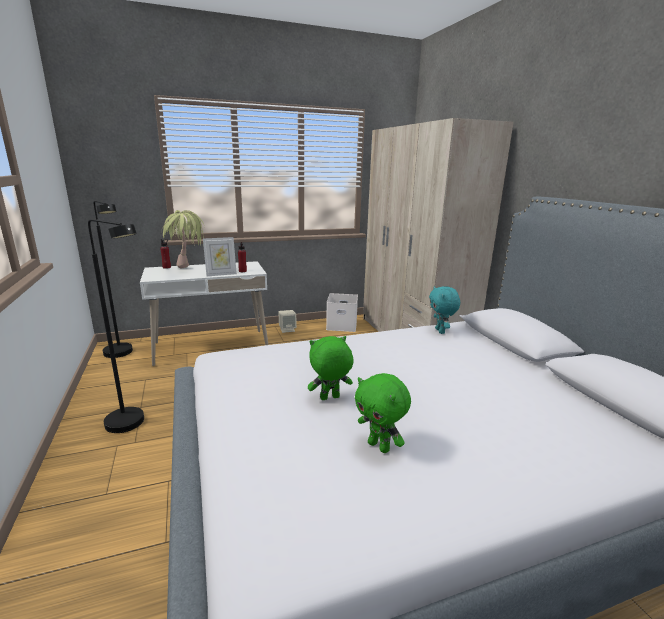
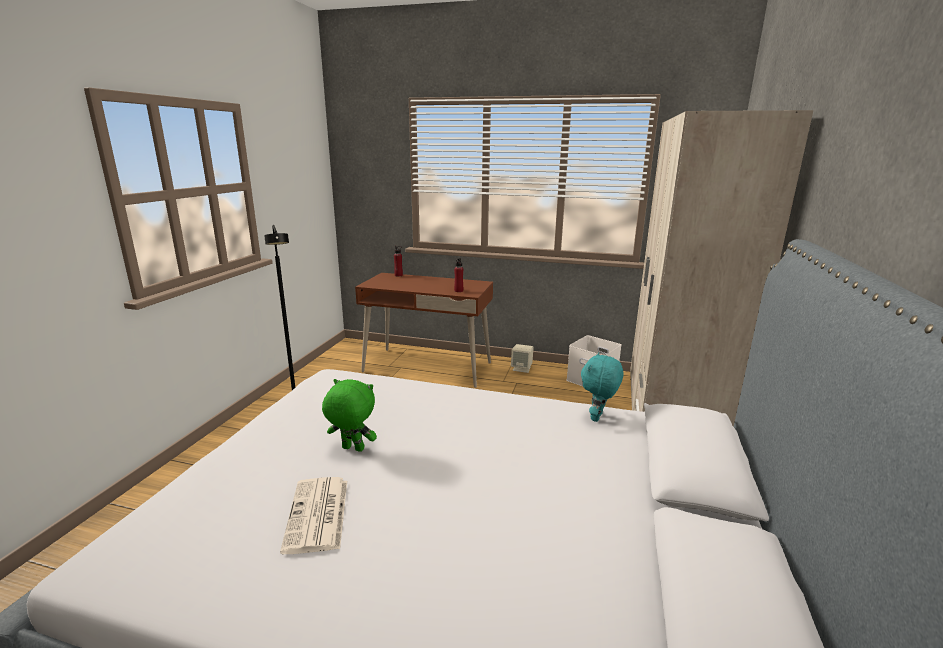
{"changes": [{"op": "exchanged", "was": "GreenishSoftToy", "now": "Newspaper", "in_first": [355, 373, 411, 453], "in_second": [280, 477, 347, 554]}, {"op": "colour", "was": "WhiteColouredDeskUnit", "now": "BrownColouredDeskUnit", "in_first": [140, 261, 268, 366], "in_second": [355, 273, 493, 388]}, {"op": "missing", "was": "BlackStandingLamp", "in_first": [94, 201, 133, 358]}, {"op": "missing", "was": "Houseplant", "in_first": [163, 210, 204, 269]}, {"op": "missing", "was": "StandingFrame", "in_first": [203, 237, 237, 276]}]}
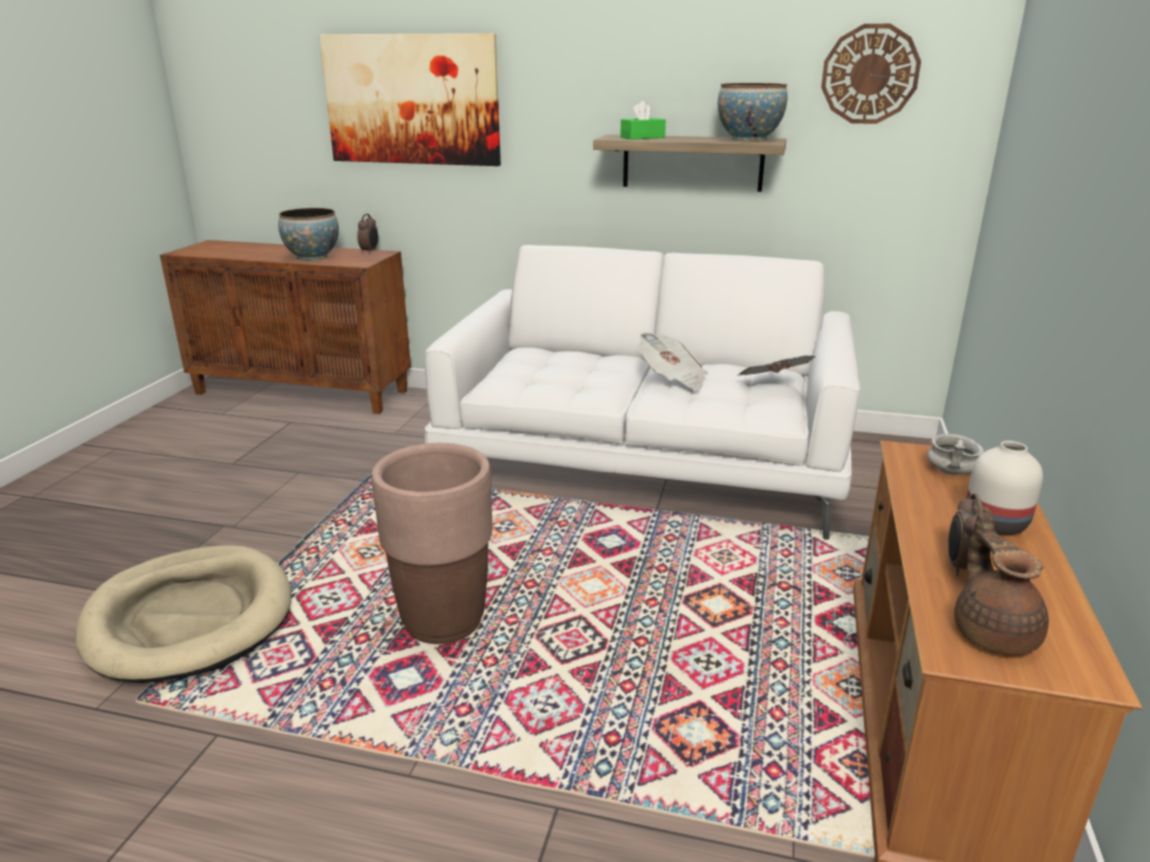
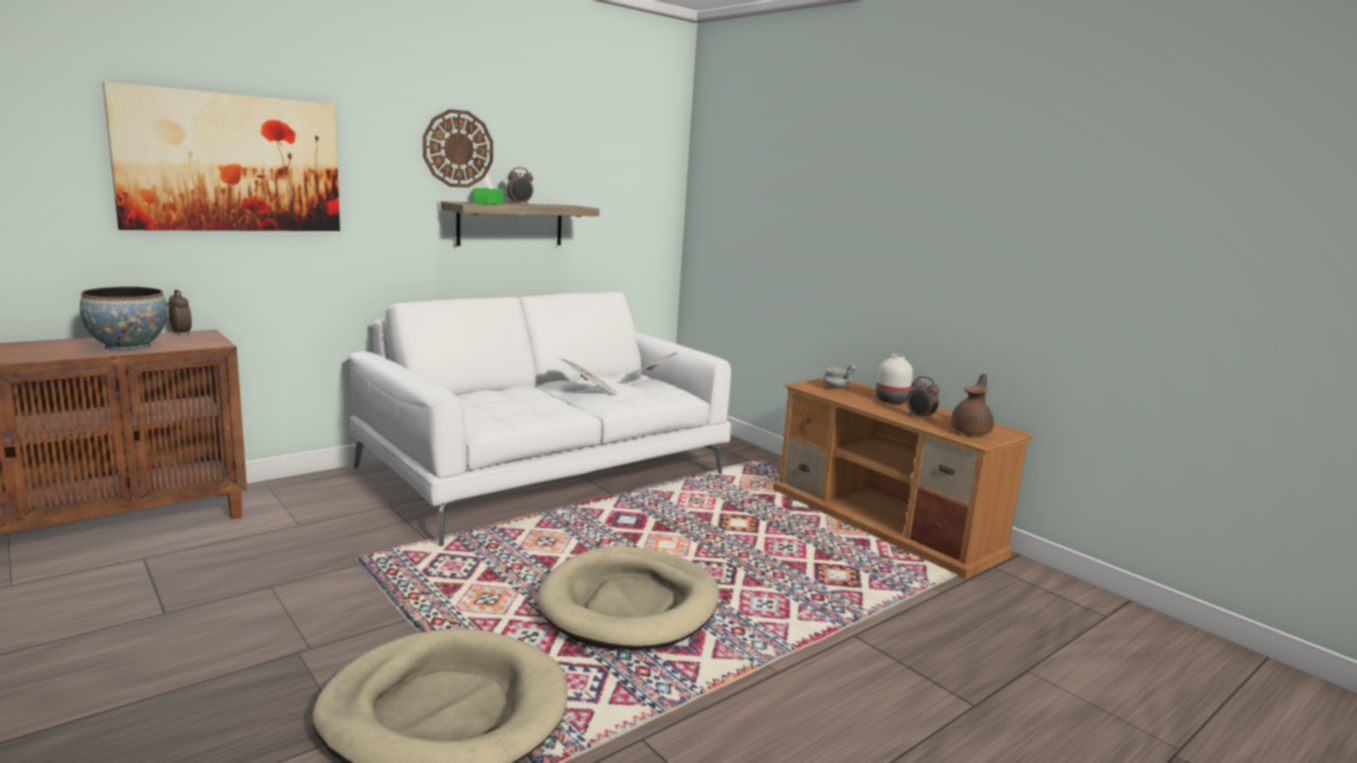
{"changes": [{"op": "relocated", "was": "HangingClock", "in_first": [821, 24, 921, 124], "in_second": [423, 109, 493, 188]}, {"op": "appeared", "now": "AlarmClock", "in_second": [506, 167, 533, 205]}, {"op": "exchanged", "was": "BrownColouredPlantPot", "now": "SandColouredPetBed", "in_first": [371, 443, 492, 644], "in_second": [536, 546, 719, 650]}, {"op": "spun", "was": "BrownColouredTeapot", "in_first": [954, 507, 1049, 655], "in_second": [951, 373, 994, 435], "clockwise": 90}, {"op": "missing", "was": "DeepDish", "in_first": [718, 83, 788, 142]}]}
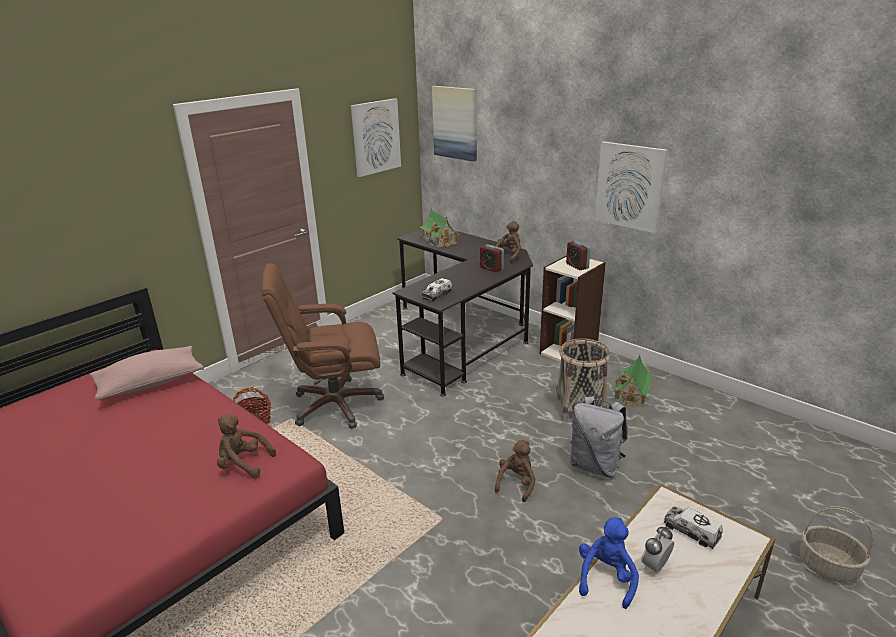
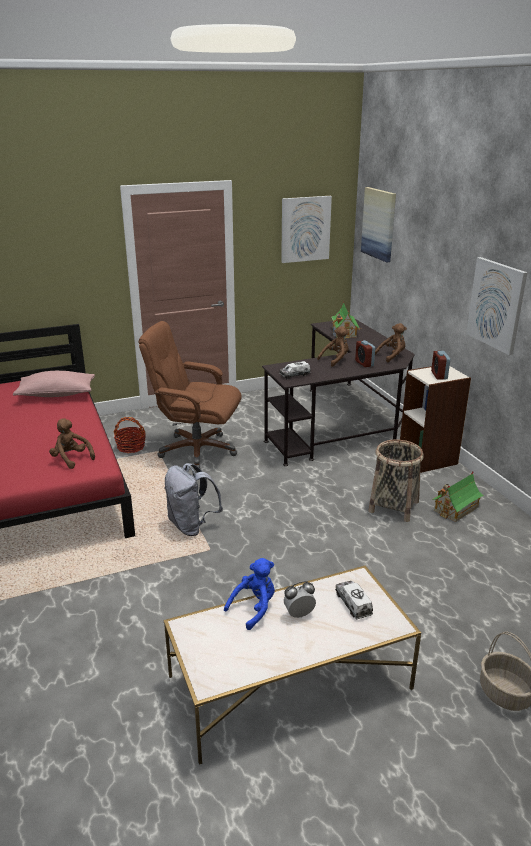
{"changes": [{"op": "relocated", "was": "GreyishRucksack", "in_first": [571, 396, 628, 477], "in_second": [165, 463, 223, 536]}, {"op": "relocated", "was": "BrownColouredSoftToy", "in_first": [495, 440, 535, 502], "in_second": [317, 326, 349, 367]}]}
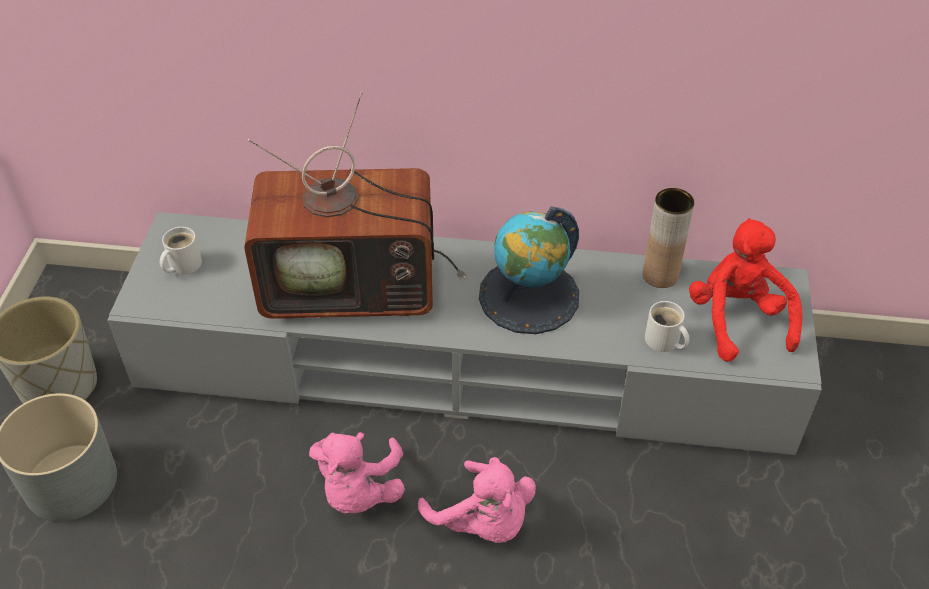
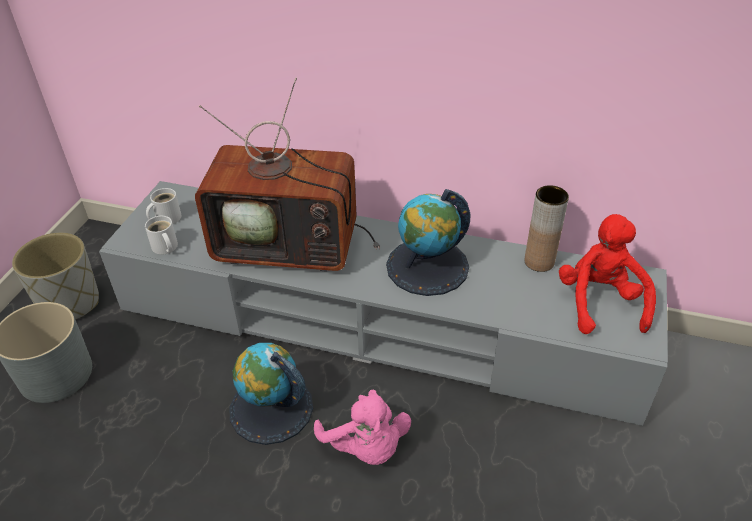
{"changes": [{"op": "relocated", "was": "WhiteColouredCoffeeMug", "in_first": [645, 301, 689, 352], "in_second": [145, 216, 178, 255]}, {"op": "exchanged", "was": "PinkishSoftToy", "now": "Globe", "in_first": [309, 432, 405, 513], "in_second": [229, 343, 313, 445]}]}
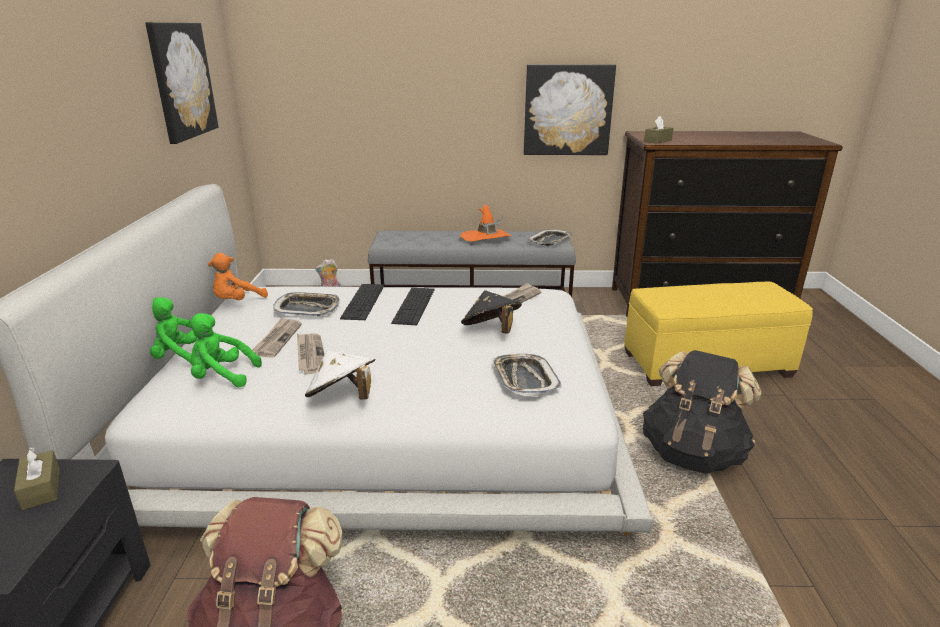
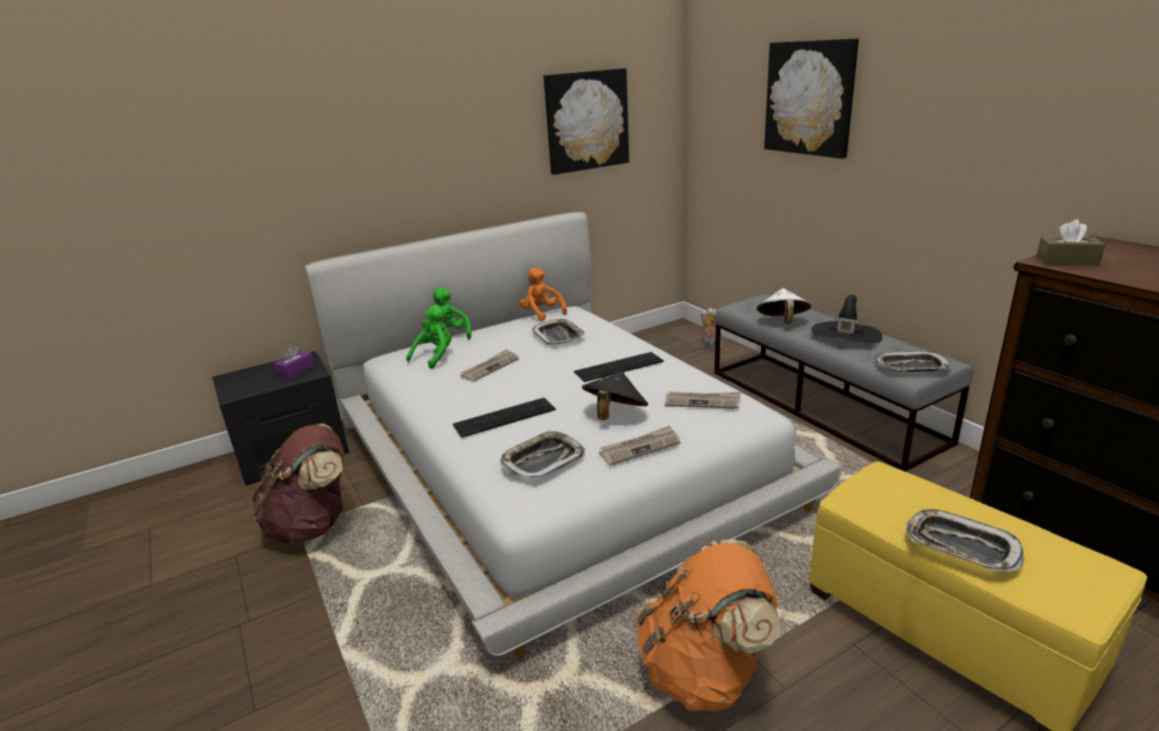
{"changes": [{"op": "colour", "was": "BrownColouredTissueBox", "now": "PurpleTissueBox", "in_first": [14, 447, 60, 510], "in_second": [274, 346, 314, 379]}, {"op": "spun", "was": "GreenishSoftToy", "in_first": [189, 313, 262, 387], "in_second": [406, 305, 452, 369], "clockwise": 60}, {"op": "relocated", "was": "ComputerKeyboard", "in_first": [340, 284, 384, 320], "in_second": [453, 398, 556, 438]}, {"op": "spun", "was": "OrangeySoftToy", "in_first": [208, 253, 268, 300], "in_second": [519, 268, 567, 321], "clockwise": 45}, {"op": "relocated", "was": "Newspaper", "in_first": [252, 317, 302, 358], "in_second": [599, 426, 680, 465]}, {"op": "colour", "was": "BlackRucksack", "now": "OrangeyRucksack", "in_first": [643, 350, 761, 474], "in_second": [637, 539, 780, 711]}, {"op": "relocated", "was": "WhiteColouredHat", "in_first": [305, 351, 375, 400], "in_second": [757, 288, 811, 324]}, {"op": "relocated", "was": "WallPicture", "in_first": [524, 64, 616, 155], "in_second": [764, 38, 859, 159]}, {"op": "colour", "was": "OrangeyHat", "now": "BlackHat", "in_first": [460, 205, 512, 241], "in_second": [811, 295, 882, 343]}, {"op": "appeared", "now": "ServingTray", "in_second": [905, 509, 1024, 572]}]}
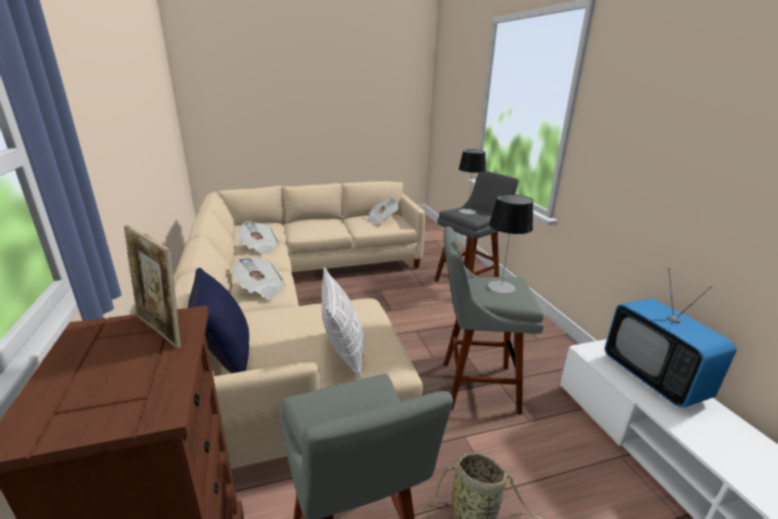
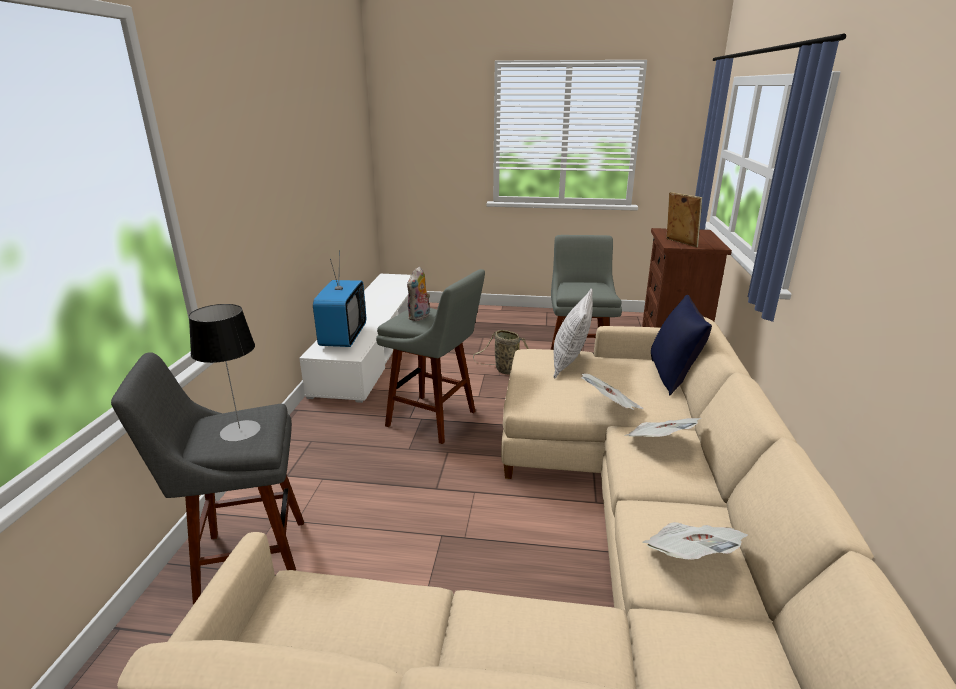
{"changes": [{"op": "exchanged", "was": "TableLamp", "now": "SoftToy", "in_first": [488, 194, 533, 294], "in_second": [407, 267, 430, 321]}, {"op": "relocated", "was": "Newspaper", "in_first": [365, 199, 399, 224], "in_second": [580, 373, 644, 410]}]}
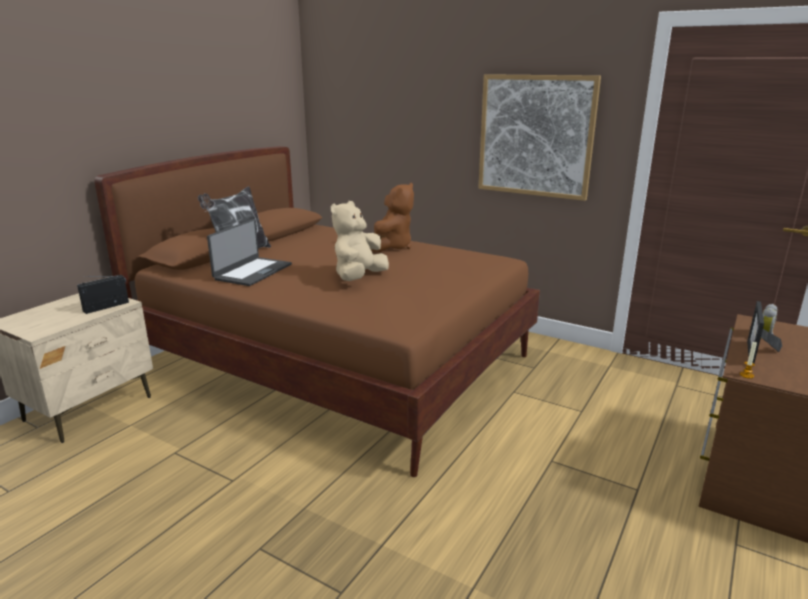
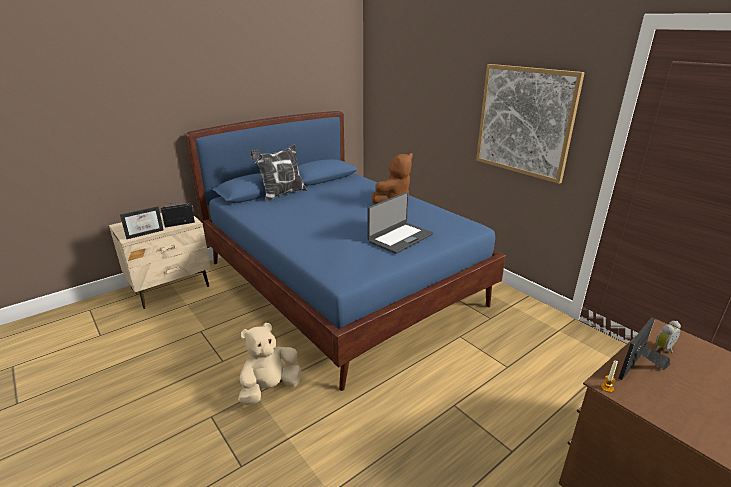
{"changes": [{"op": "appeared", "now": "StandingFrame", "in_second": [120, 206, 164, 239]}, {"op": "colour", "was": "BrownColouredSleepingBed", "now": "BluishSleepingBed", "in_first": [94, 146, 540, 477], "in_second": [186, 111, 506, 391]}, {"op": "relocated", "was": "SandColouredSoftToy", "in_first": [331, 201, 389, 281], "in_second": [238, 323, 302, 405]}, {"op": "relocated", "was": "Laptop", "in_first": [207, 219, 292, 286], "in_second": [367, 192, 433, 254]}]}
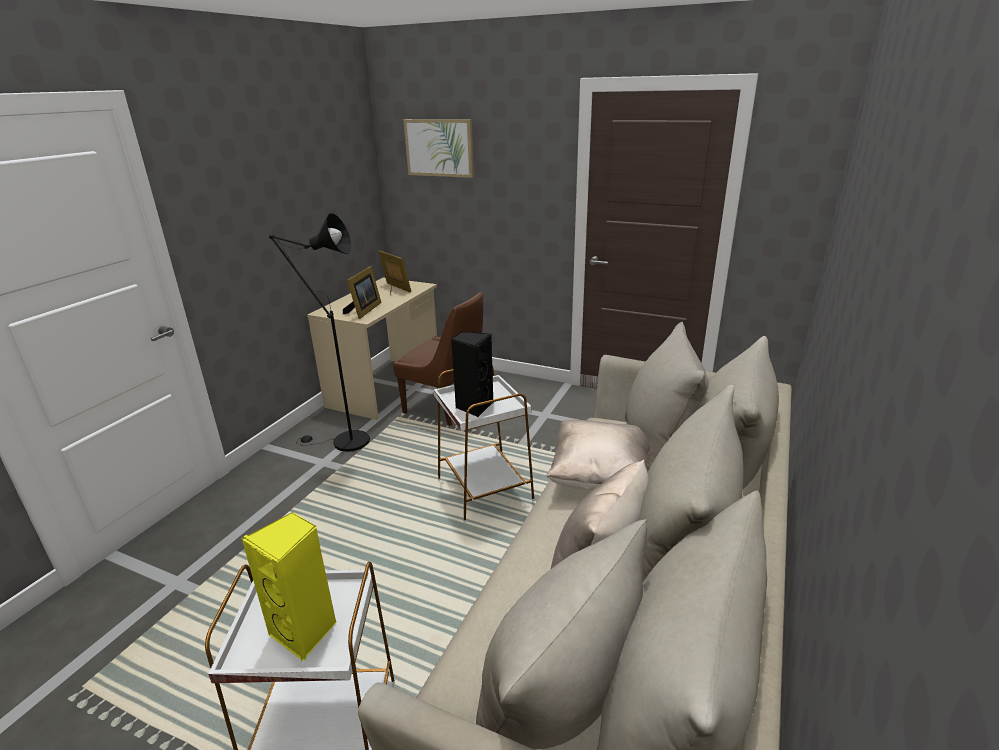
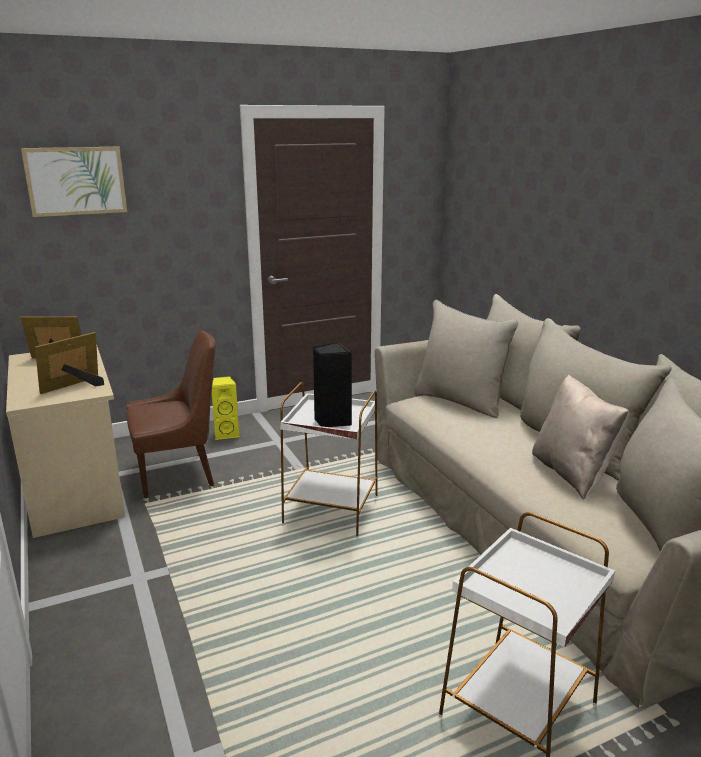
{"changes": [{"op": "spun", "was": "StandingFrame", "in_first": [343, 266, 382, 319], "in_second": [35, 332, 104, 394], "clockwise": -105}, {"op": "relocated", "was": "YellowishSpeaker", "in_first": [242, 512, 336, 661], "in_second": [212, 376, 240, 440]}, {"op": "missing", "was": "BlackStandingLamp", "in_first": [269, 213, 370, 452]}, {"op": "missing", "was": "SandColouredThrowPillow", "in_first": [546, 420, 650, 491]}]}
